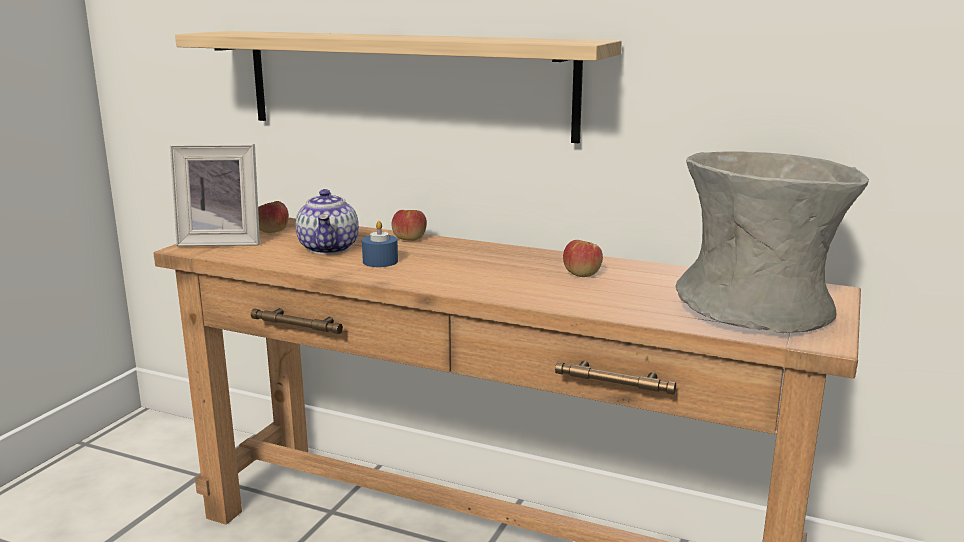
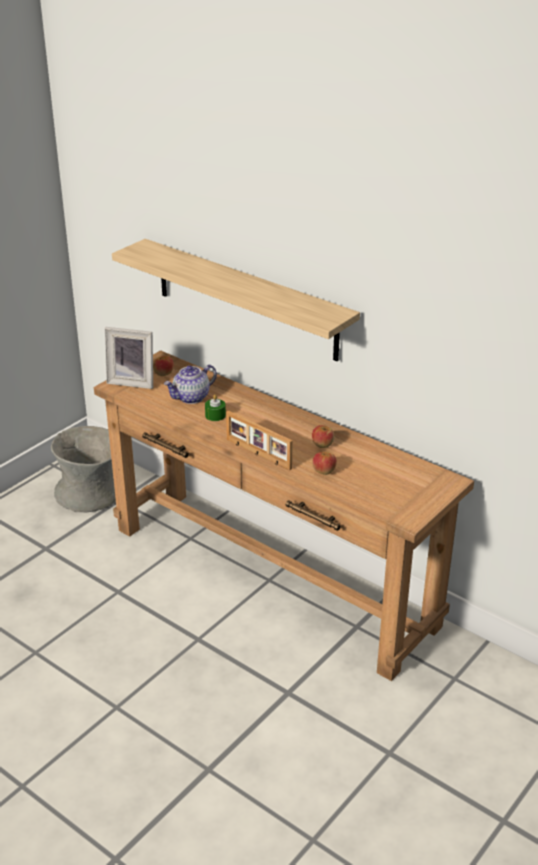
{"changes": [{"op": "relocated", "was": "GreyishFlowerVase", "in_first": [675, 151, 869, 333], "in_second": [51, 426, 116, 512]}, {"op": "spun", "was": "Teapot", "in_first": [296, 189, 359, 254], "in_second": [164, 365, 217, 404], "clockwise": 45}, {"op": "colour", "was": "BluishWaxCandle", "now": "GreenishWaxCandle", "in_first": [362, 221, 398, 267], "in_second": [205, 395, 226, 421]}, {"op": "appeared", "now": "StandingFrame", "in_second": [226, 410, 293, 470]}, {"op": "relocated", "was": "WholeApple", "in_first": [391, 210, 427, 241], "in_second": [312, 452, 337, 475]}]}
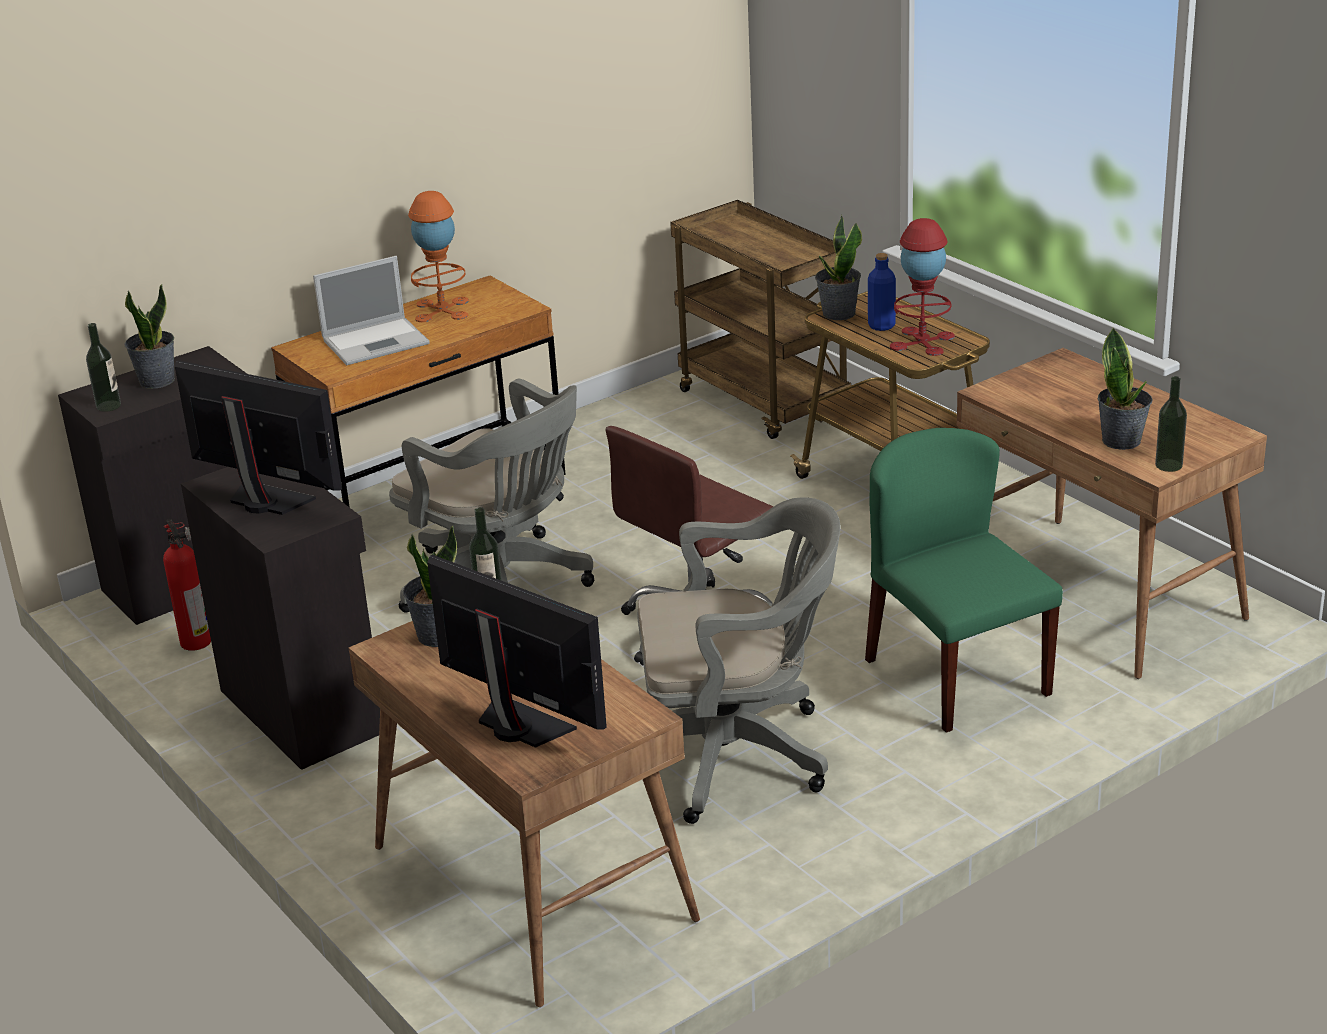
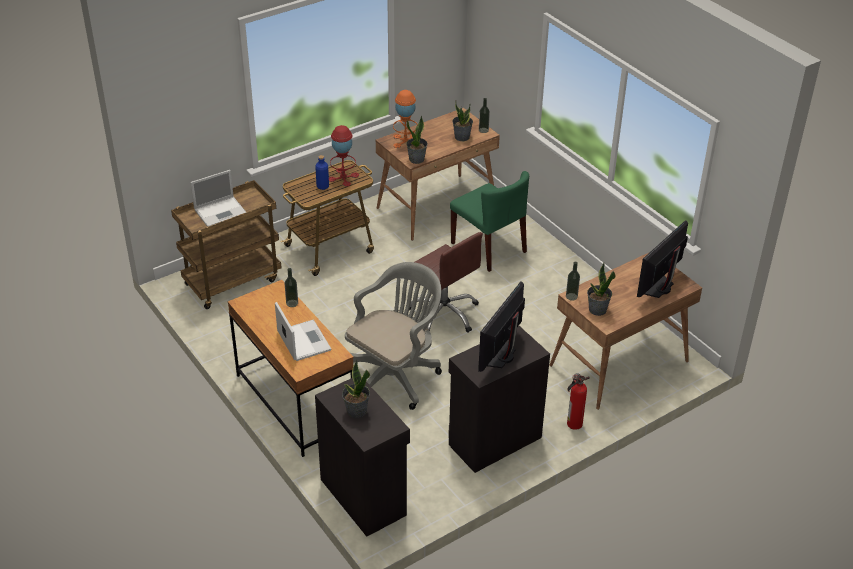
{"changes": [{"op": "appeared", "now": "Laptop", "in_second": [190, 170, 246, 227]}, {"op": "relocated", "was": "Bottle", "in_first": [86, 323, 121, 412], "in_second": [285, 268, 298, 307]}, {"op": "relocated", "was": "OrangeyTableLamp", "in_first": [408, 191, 469, 322], "in_second": [393, 90, 418, 148]}, {"op": "relocated", "was": "Houseplant", "in_first": [815, 215, 862, 320], "in_second": [406, 116, 428, 164]}, {"op": "spun", "was": "GreenishChair", "in_first": [865, 428, 1063, 733], "in_second": [450, 171, 529, 272], "clockwise": -105}, {"op": "relocated", "was": "FireFightingCylinder", "in_first": [163, 519, 211, 651], "in_second": [567, 373, 590, 430]}, {"op": "missing", "was": "GreyishOfficeChair", "in_first": [637, 497, 841, 824]}]}
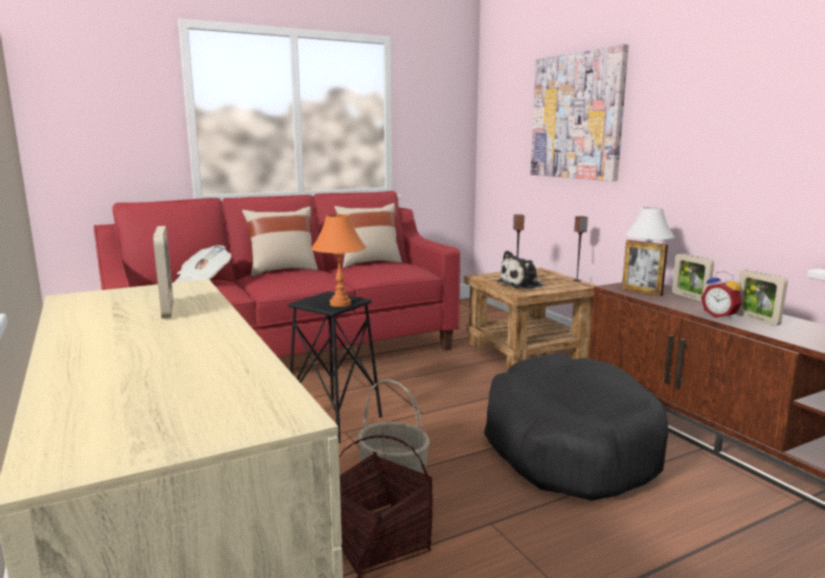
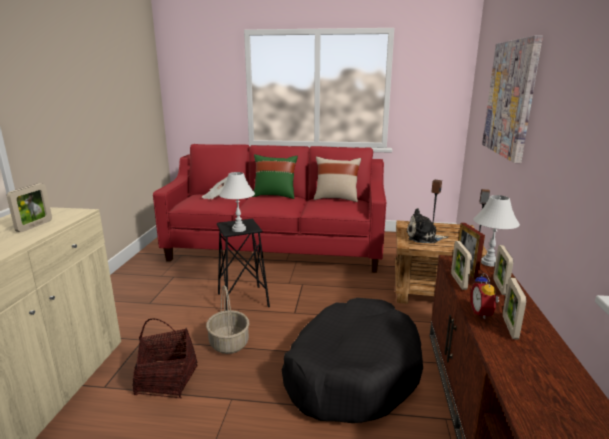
{"changes": [{"op": "colour", "was": "OrangeyTableLamp", "now": "WhiteColouredTableLamp", "in_first": [311, 214, 366, 307], "in_second": [219, 172, 255, 232]}, {"op": "colour", "was": "SandColouredThrowPillow", "now": "GreenishThrowPillow", "in_first": [242, 206, 318, 276], "in_second": [252, 154, 298, 199]}, {"op": "appeared", "now": "StandingFrame", "in_second": [451, 241, 472, 290]}]}
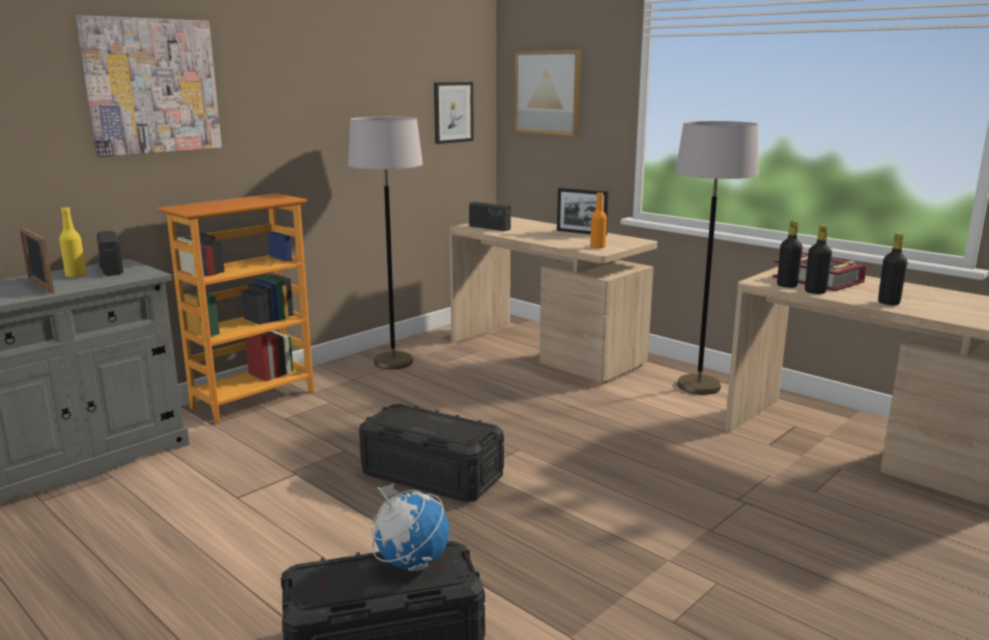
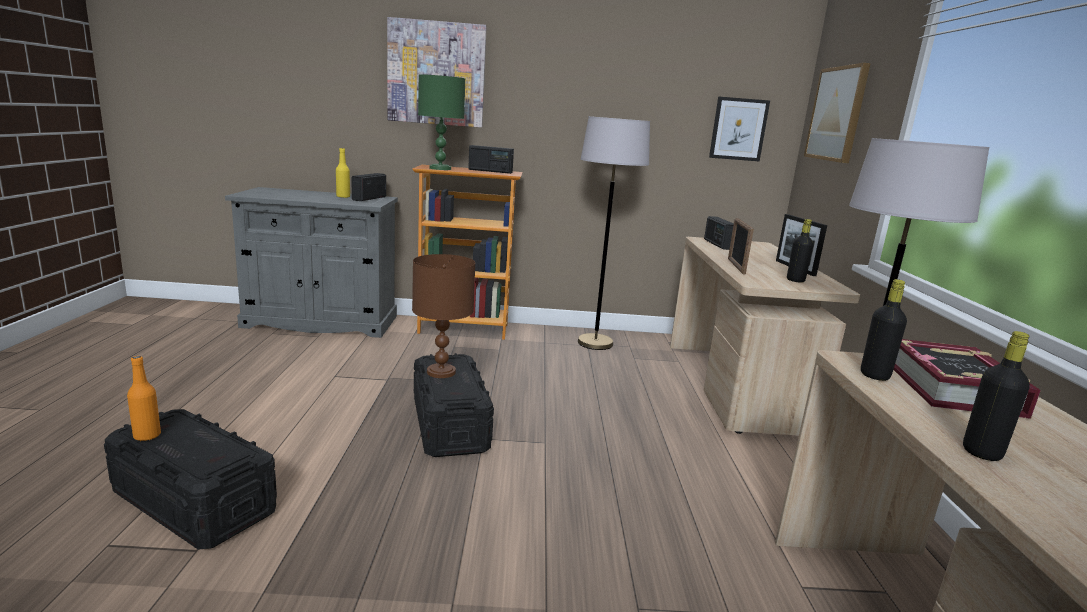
{"changes": [{"op": "relocated", "was": "OrangeyBottle", "in_first": [590, 192, 607, 249], "in_second": [127, 356, 161, 441]}, {"op": "appeared", "now": "BrownColouredTableLamp", "in_second": [412, 254, 475, 378]}, {"op": "appeared", "now": "GreenishTableLamp", "in_second": [418, 74, 465, 170]}, {"op": "appeared", "now": "RadioSet", "in_second": [468, 145, 514, 174]}, {"op": "relocated", "was": "StandingFrame", "in_first": [20, 227, 54, 294], "in_second": [728, 218, 754, 275]}, {"op": "relocated", "was": "BlackBottle", "in_first": [805, 225, 832, 294], "in_second": [787, 219, 814, 283]}, {"op": "missing", "was": "Globe", "in_first": [371, 483, 449, 571]}]}
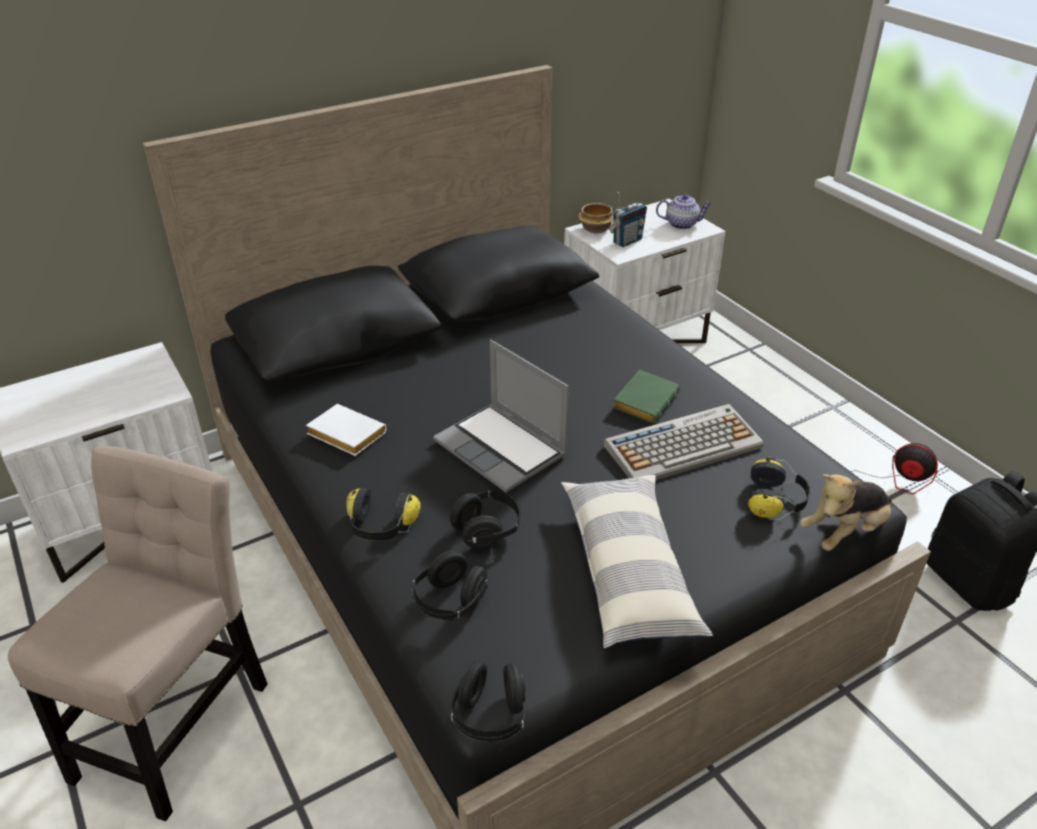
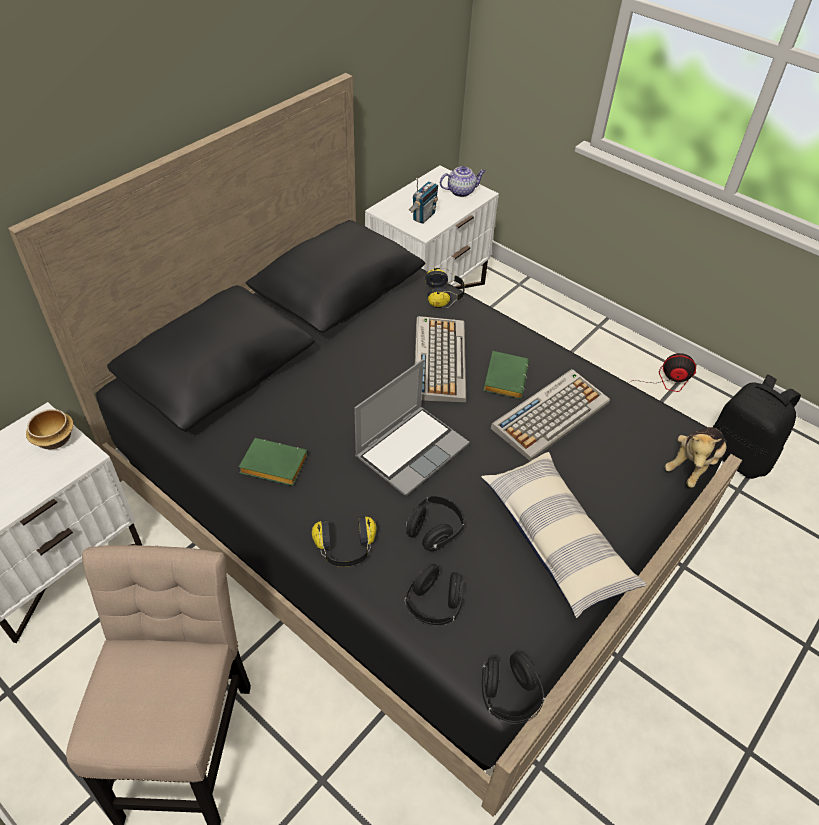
{"changes": [{"op": "relocated", "was": "DeepDish", "in_first": [578, 203, 613, 234], "in_second": [26, 409, 73, 449]}, {"op": "colour", "was": "WhiteColouredVolume", "now": "GreenishVolume", "in_first": [306, 404, 387, 456], "in_second": [239, 438, 308, 486]}, {"op": "spun", "was": "Laptop", "in_first": [433, 340, 569, 493], "in_second": [354, 359, 469, 496], "clockwise": -75}, {"op": "appeared", "now": "ComputerKeyboard", "in_second": [415, 316, 466, 403]}, {"op": "relocated", "was": "Headphones", "in_first": [748, 457, 810, 521], "in_second": [425, 268, 465, 308]}]}
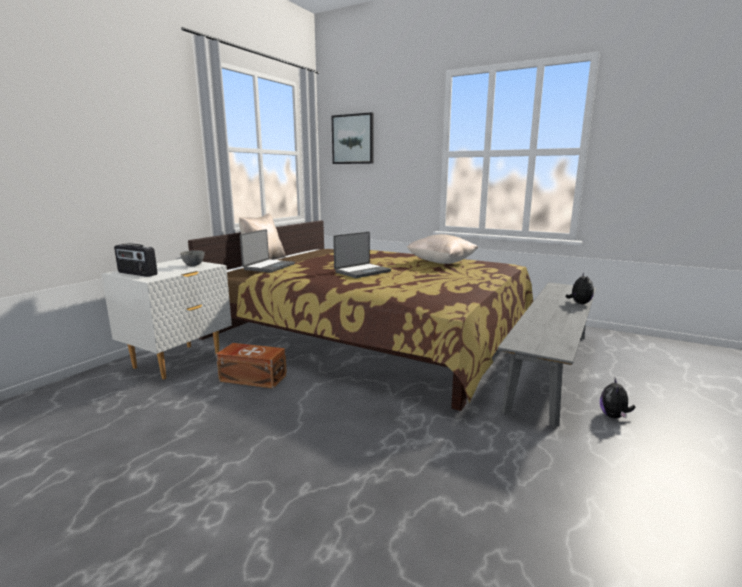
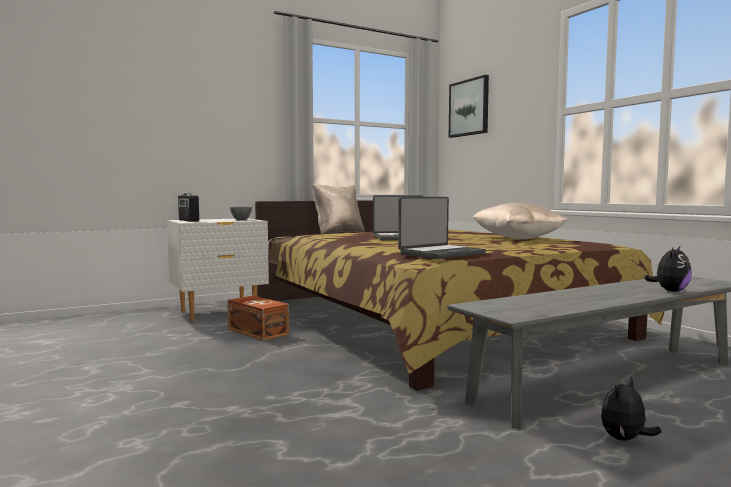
{"changes": [{"op": "relocated", "was": "Laptop", "in_first": [240, 229, 295, 273], "in_second": [398, 197, 486, 259]}]}
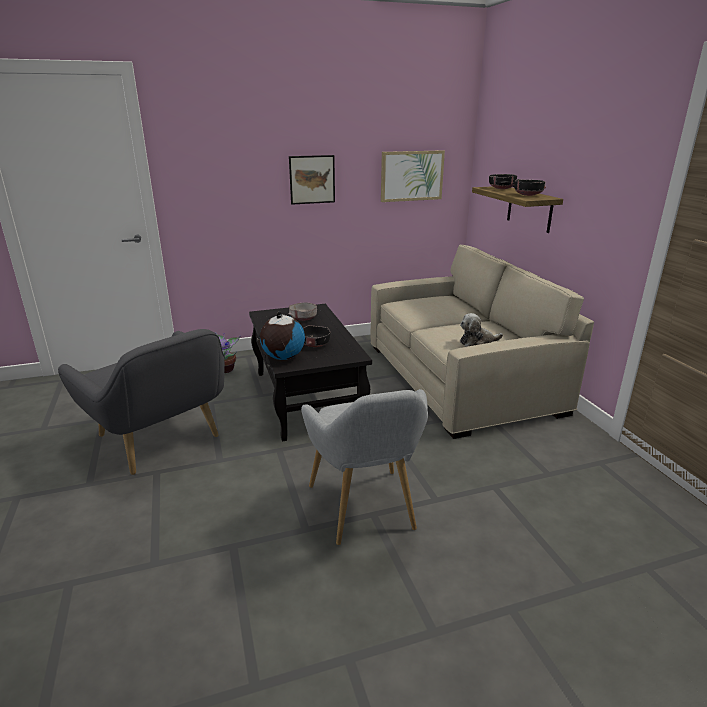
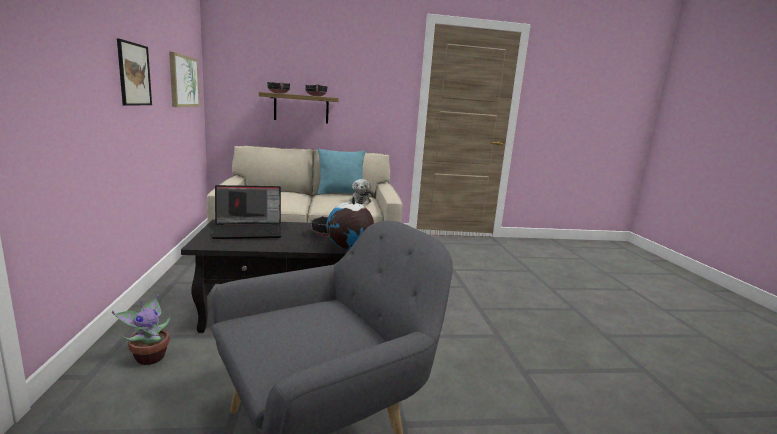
{"changes": [{"op": "exchanged", "was": "GreyishDeepDish", "now": "Laptop", "in_first": [288, 303, 317, 321], "in_second": [211, 185, 282, 239]}, {"op": "appeared", "now": "TurquoiseColouredThrowPillow", "in_second": [317, 149, 365, 195]}, {"op": "missing", "was": "GreyishArmchair", "in_first": [301, 389, 428, 545]}]}
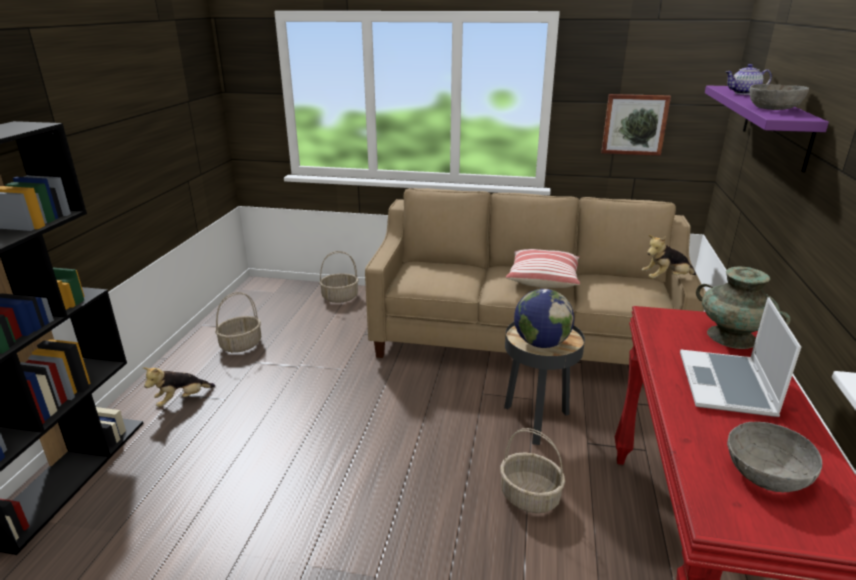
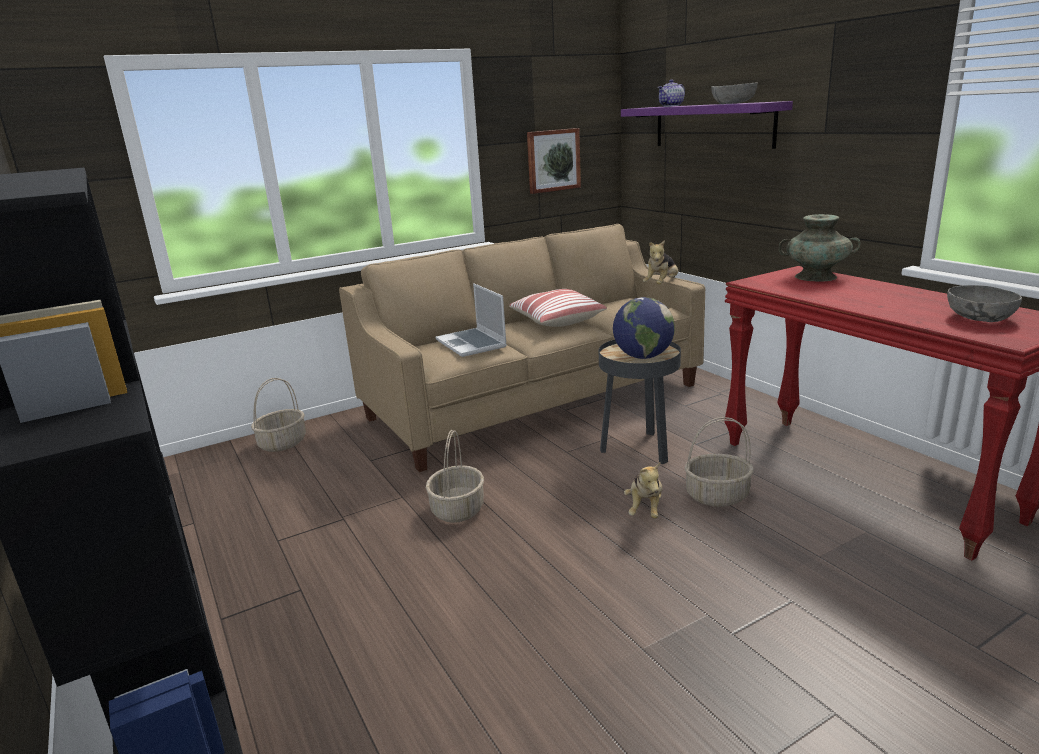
{"changes": [{"op": "relocated", "was": "Basket", "in_first": [215, 292, 261, 353], "in_second": [426, 430, 484, 523]}, {"op": "relocated", "was": "Laptop", "in_first": [680, 297, 801, 417], "in_second": [435, 283, 507, 357]}, {"op": "relocated", "was": "SoftToy", "in_first": [143, 367, 215, 407], "in_second": [624, 462, 662, 518]}]}
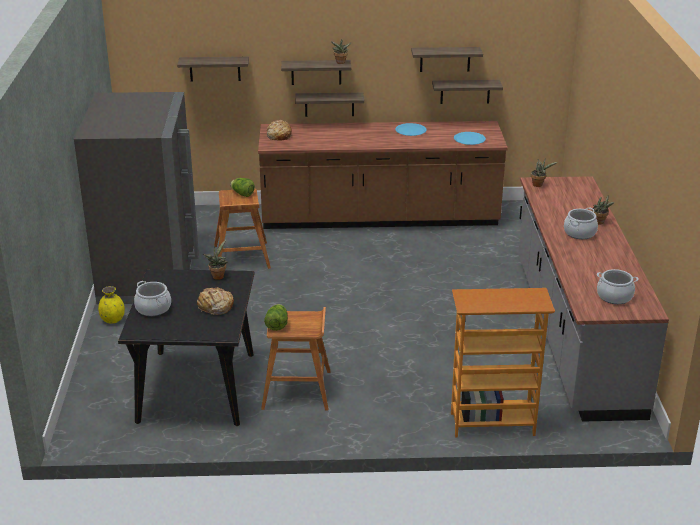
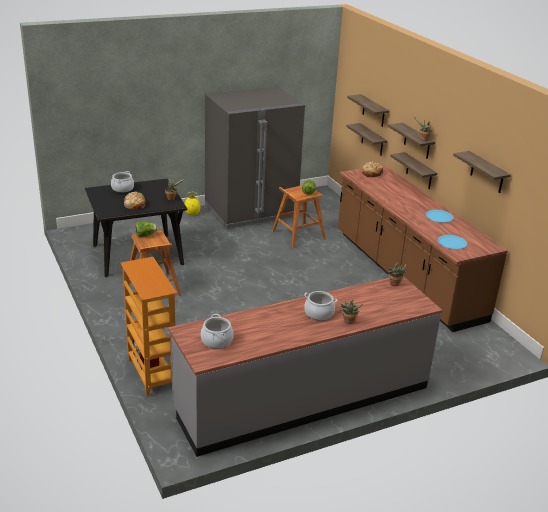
{"changes": [{"op": "relocated", "was": "BracketShelf", "in_first": [432, 80, 503, 104], "in_second": [346, 123, 387, 156]}]}
